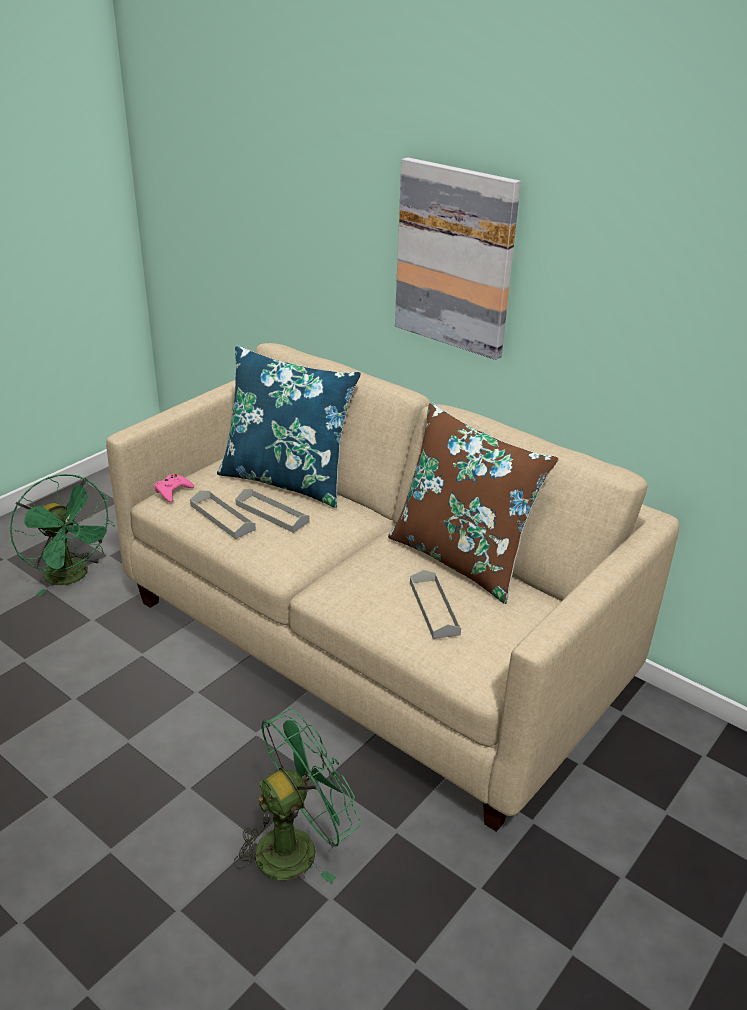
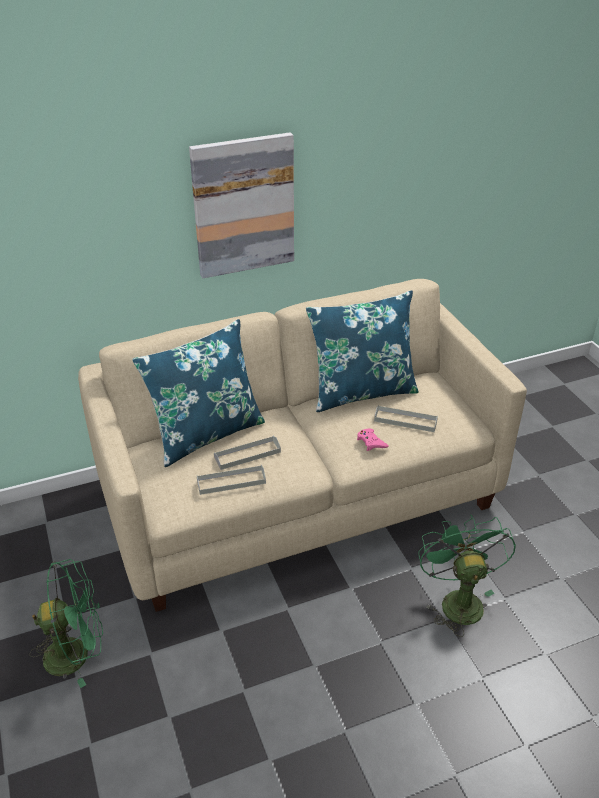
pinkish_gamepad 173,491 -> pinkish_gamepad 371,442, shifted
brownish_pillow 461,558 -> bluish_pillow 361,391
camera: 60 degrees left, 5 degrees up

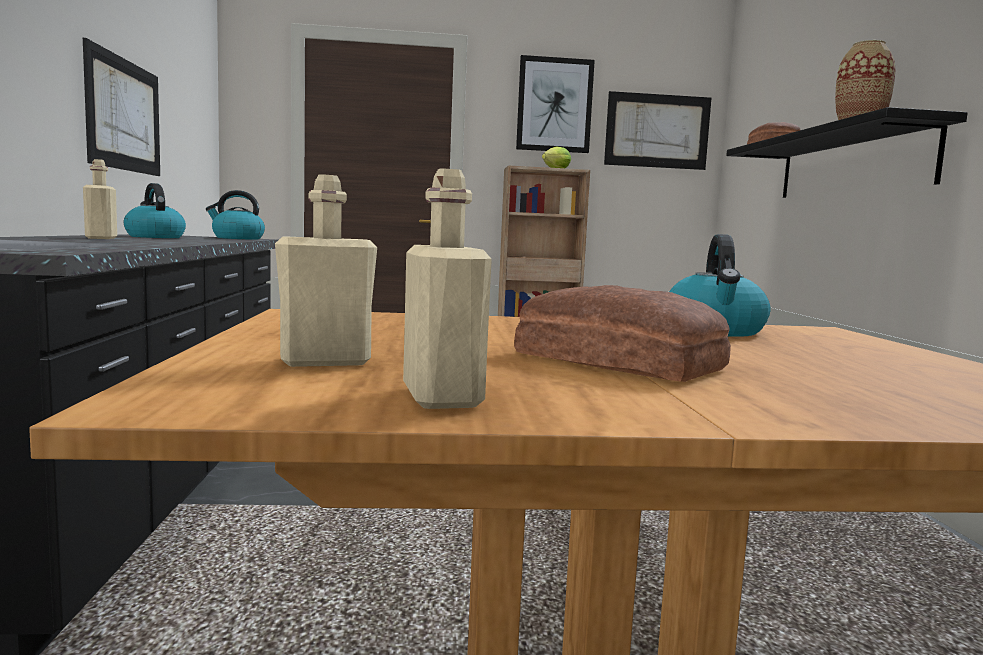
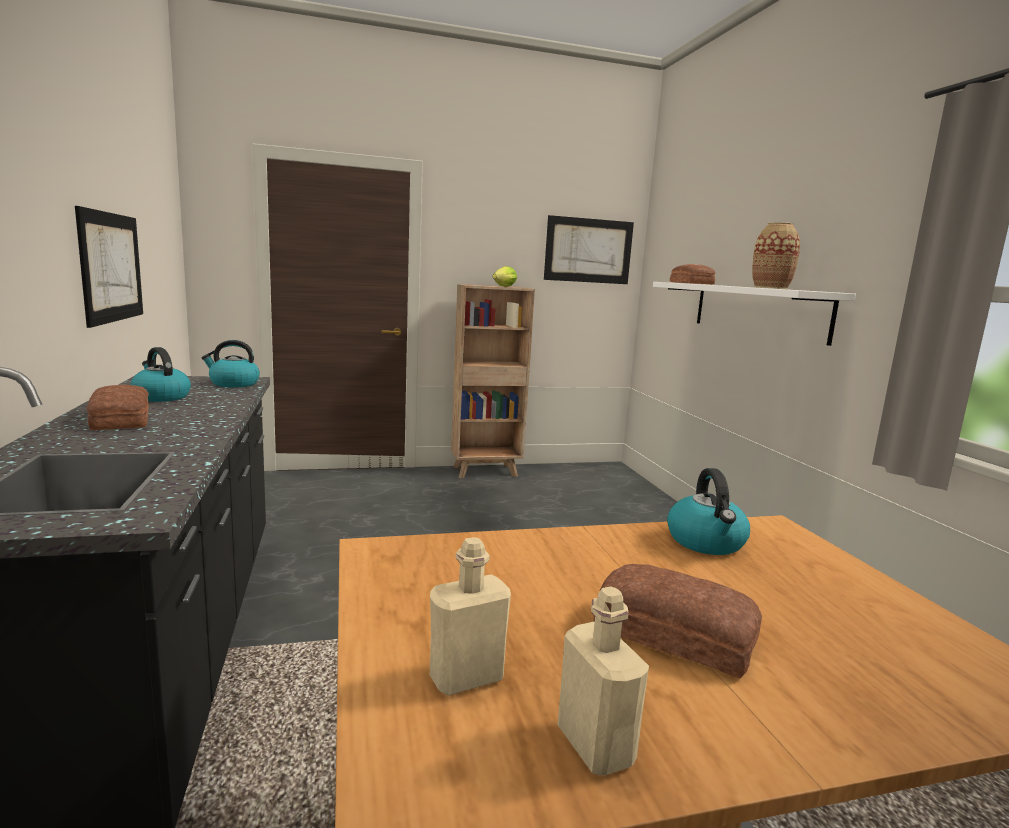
beige-coloured_bottle 101,238 -> baked_bread 123,419
picture 554,105 -> none
black_bracket_shelf 851,164 -> white-coloured_bracket_shelf 757,310
camera: 10 degrees left, 5 degrees up

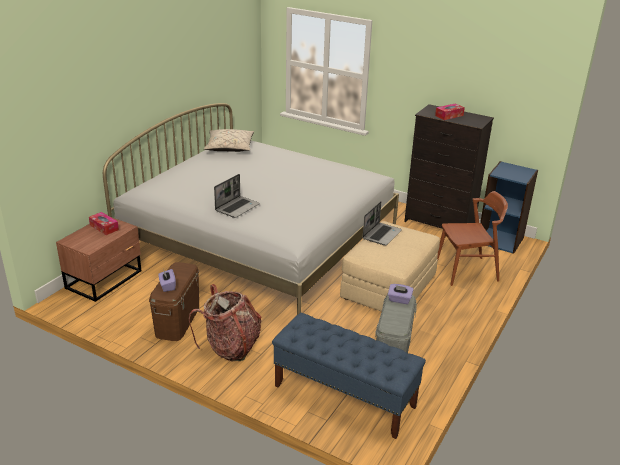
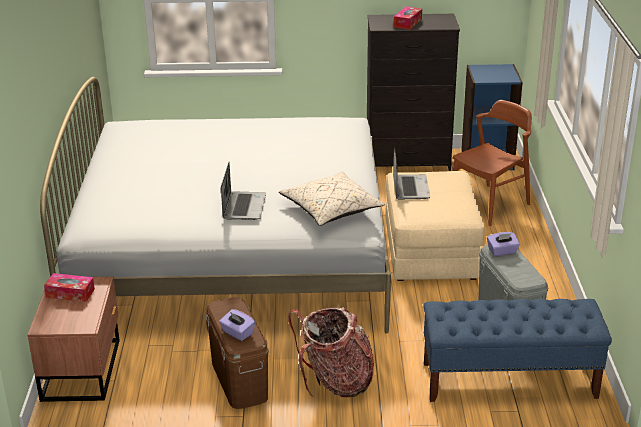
beige-coloured_pillow 229,147 -> beige-coloured_pillow 331,209, shifted
camera: 30 degrees left, 0 degrees up

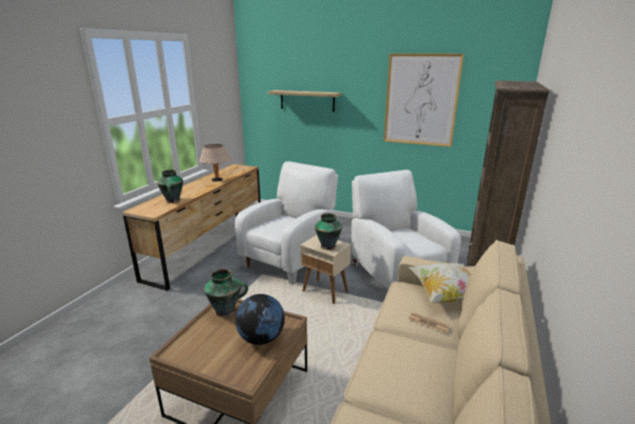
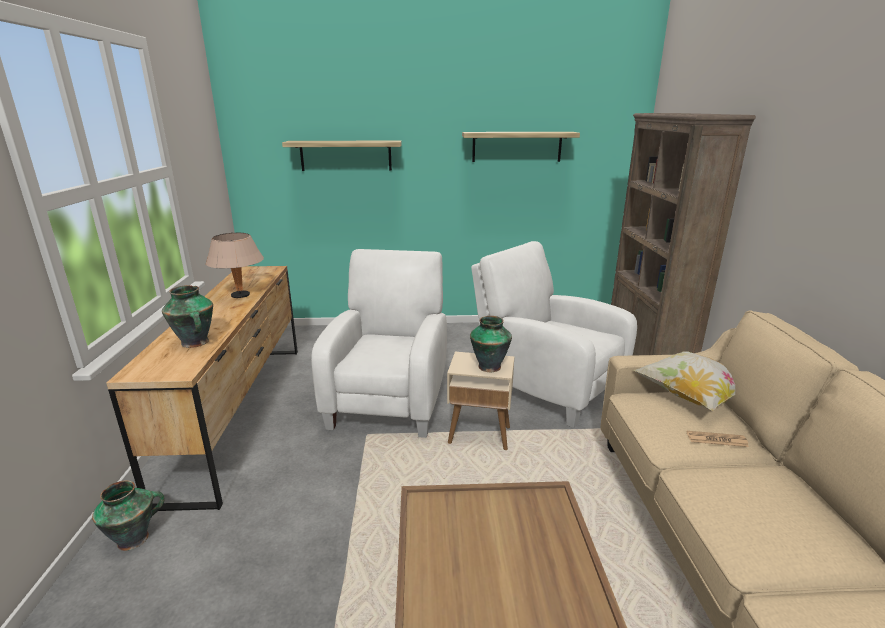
flower_vase 226,311 -> flower_vase 135,538, shifted
desk_globe 261,338 -> none
picture 421,100 -> bracket_shelf 517,146
camera: 25 degrees left, 0 degrees up

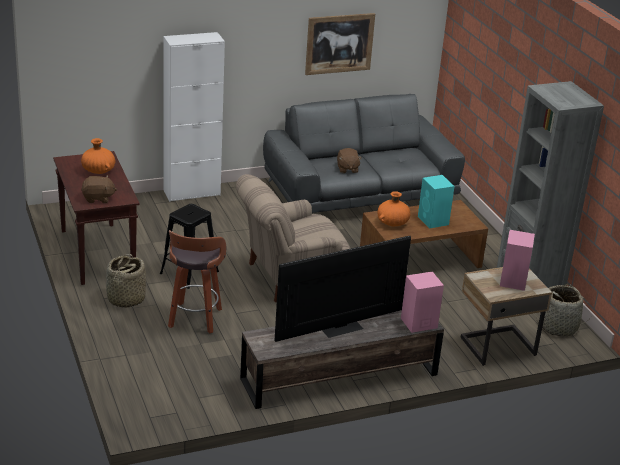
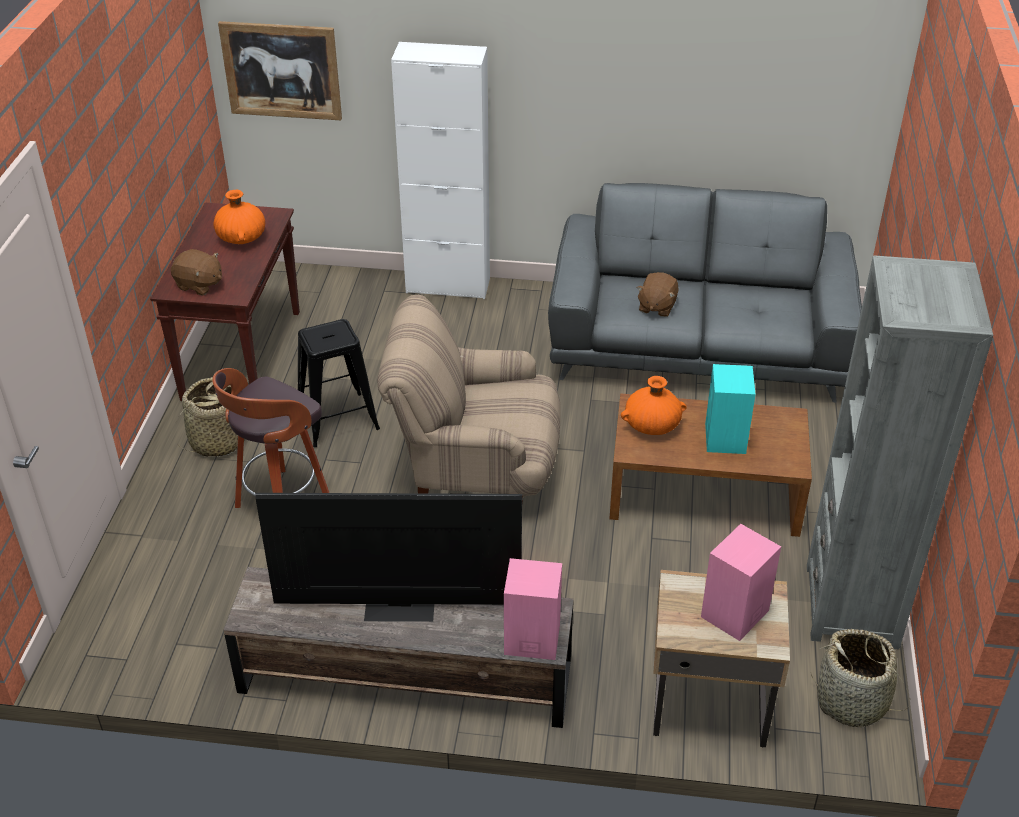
picture 339,43 -> picture 281,70, shifted
camera: 30 degrees right, 10 degrees up

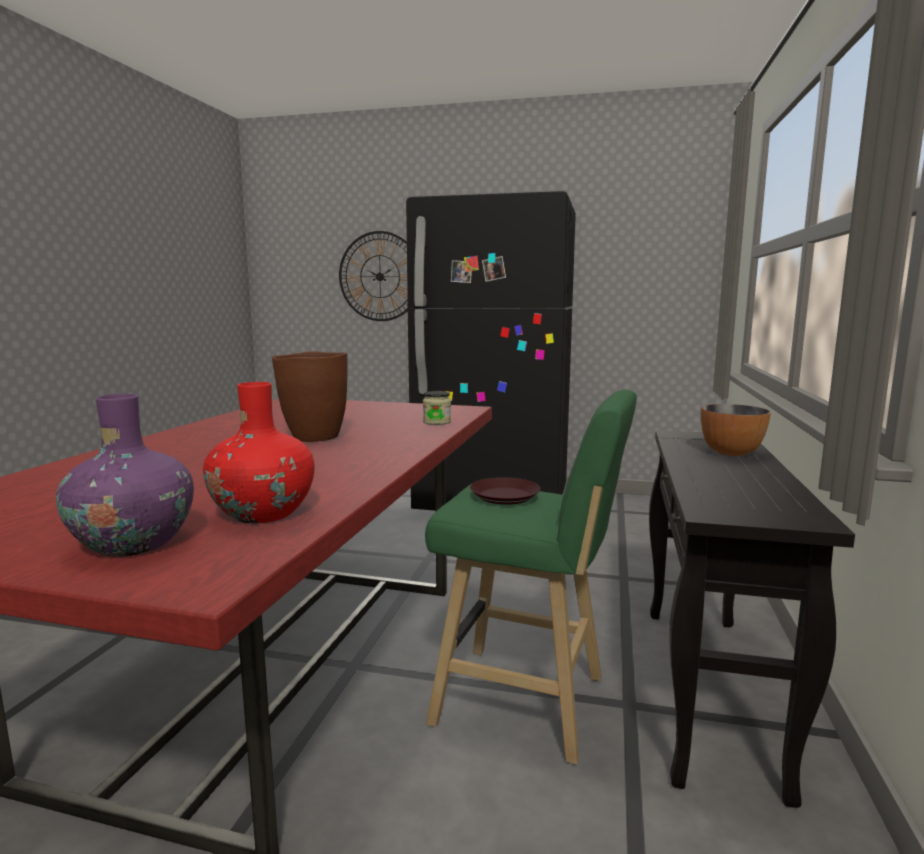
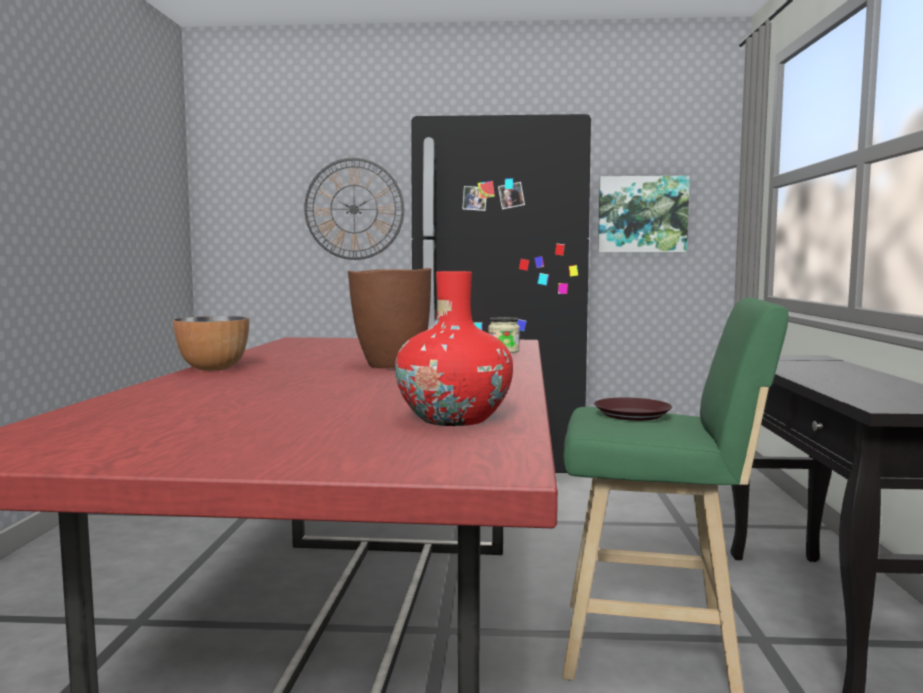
purple_flower_vase 134,543 -> none
bowl 730,453 -> bowl 213,368, shifted
none -> picture 642,214
camera: 10 degrees left, 5 degrees down

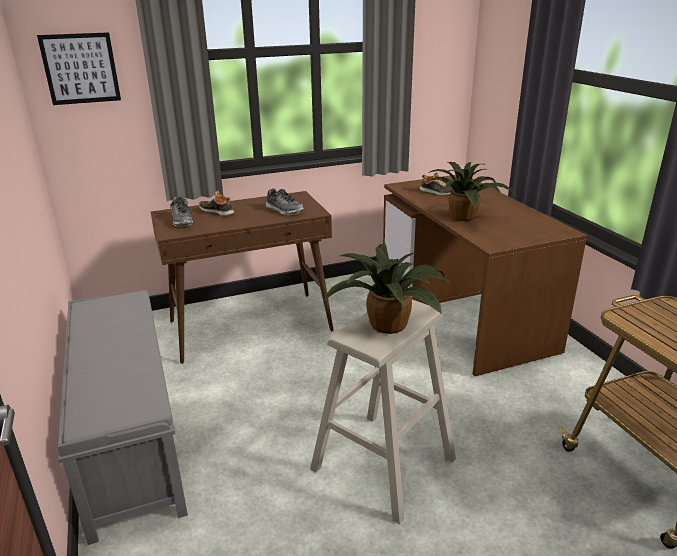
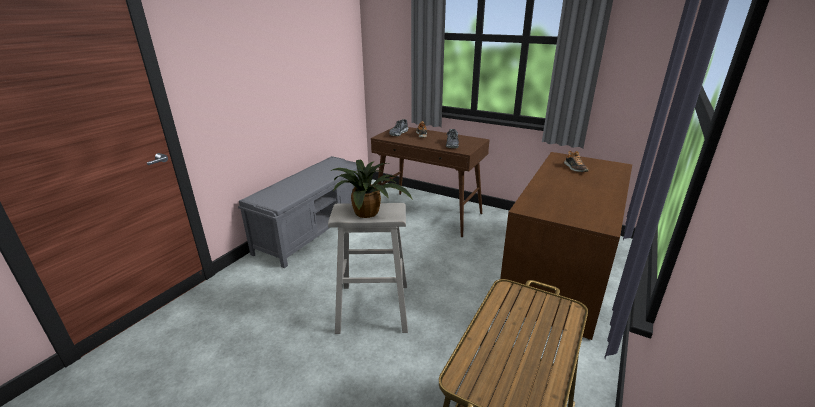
picture 80,68 -> none
potted_plant 465,216 -> none
camera: 50 degrees right, 0 degrees up

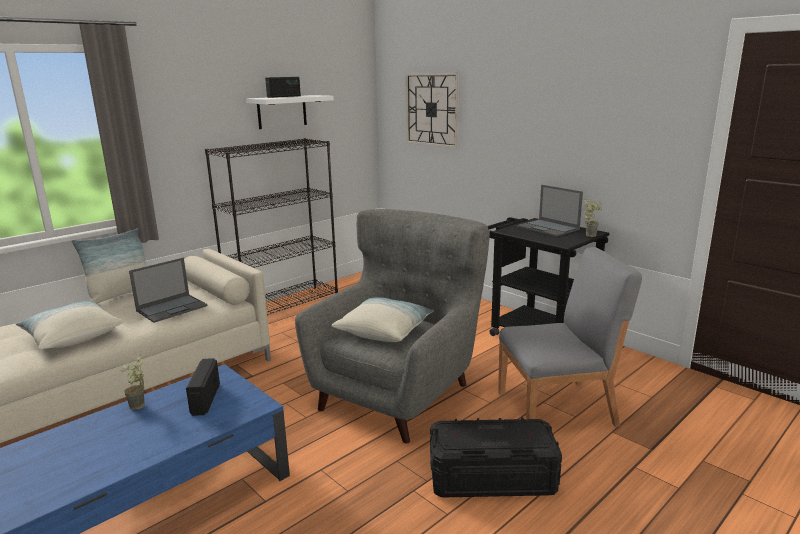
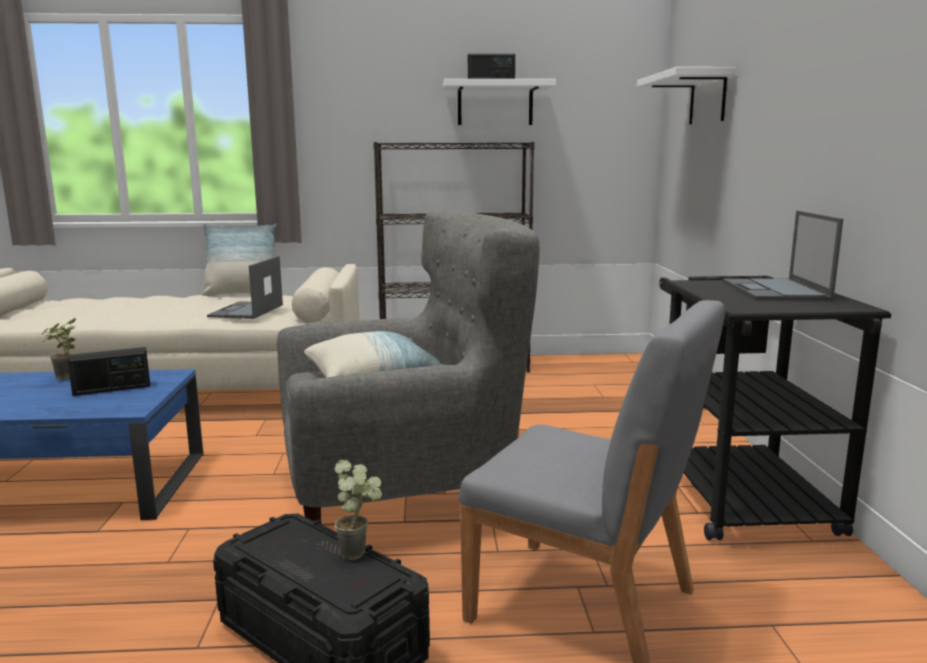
pillow 72,337 -> none
portable_computer 172,308 -> portable_computer 246,311, 105 degrees clockwise
radio_receiver 205,399 -> radio_receiver 112,389, 150 degrees counterclockwise
wall_clock 432,109 -> white-coloured_bracket_shelf 707,98
potted_plant 591,235 -> potted_plant 360,552, shifted
camera: 40 degrees right, 5 degrees down

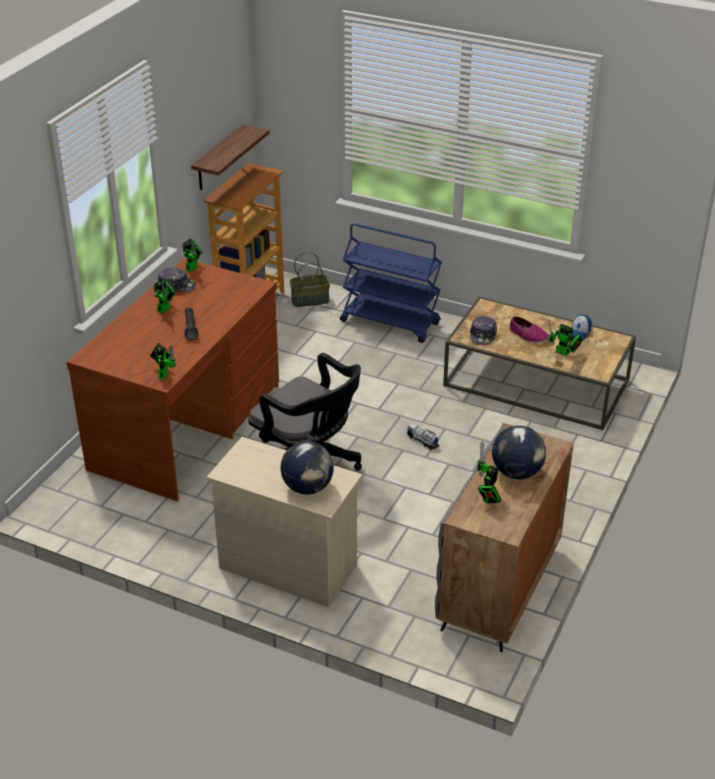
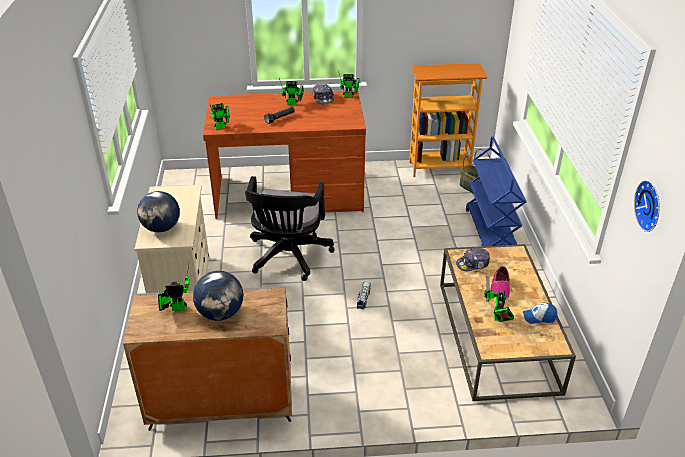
bracket_shelf 218,159 -> none
none -> wall_clock 650,205
camera: 60 degrees right, 0 degrees up

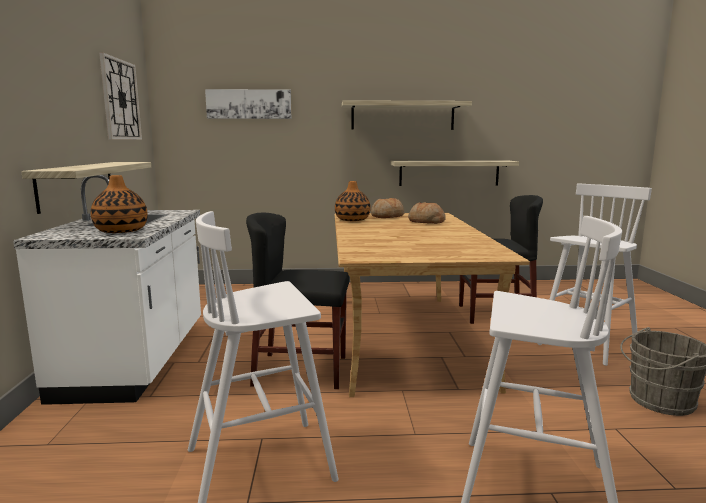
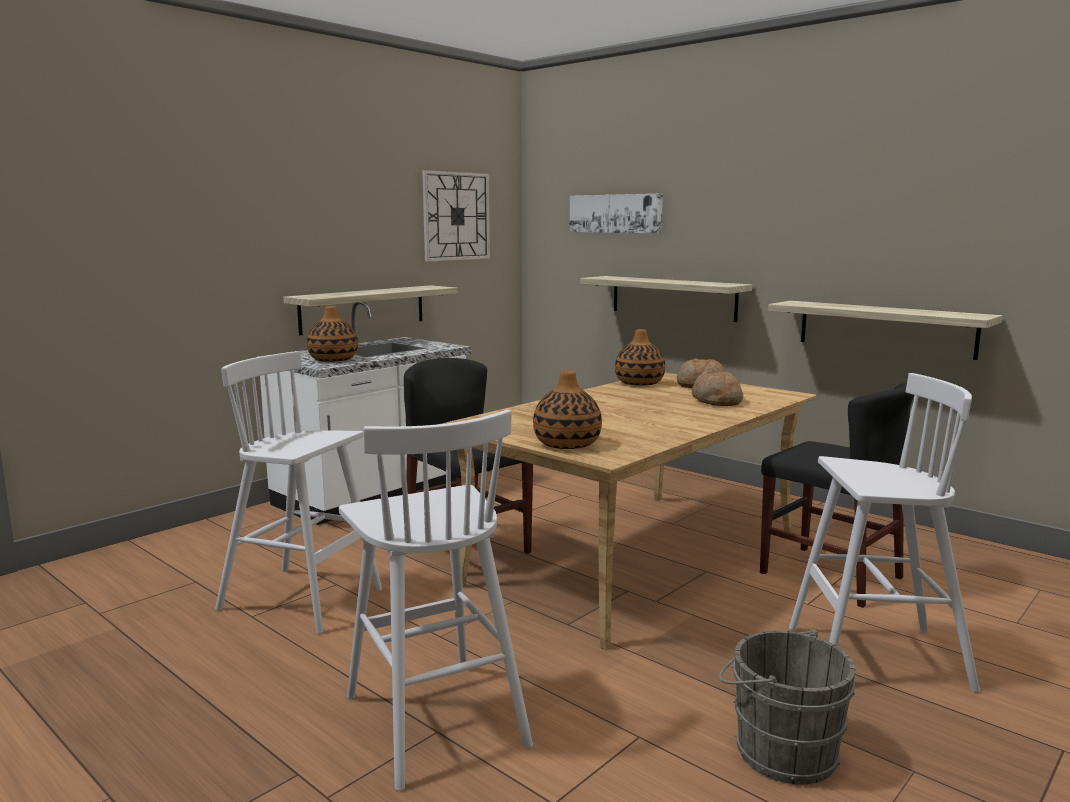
bracket_shelf 402,116 -> bracket_shelf 673,298, shifted
none -> flower_vase 567,444
camera: 45 degrees right, 0 degrees up

